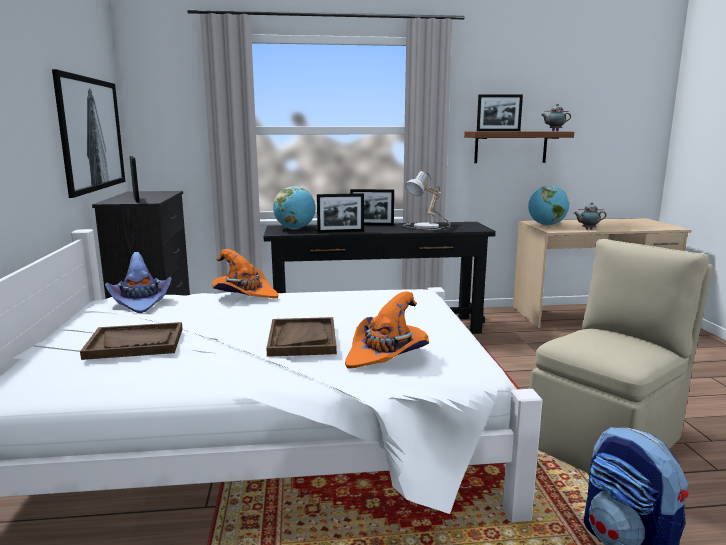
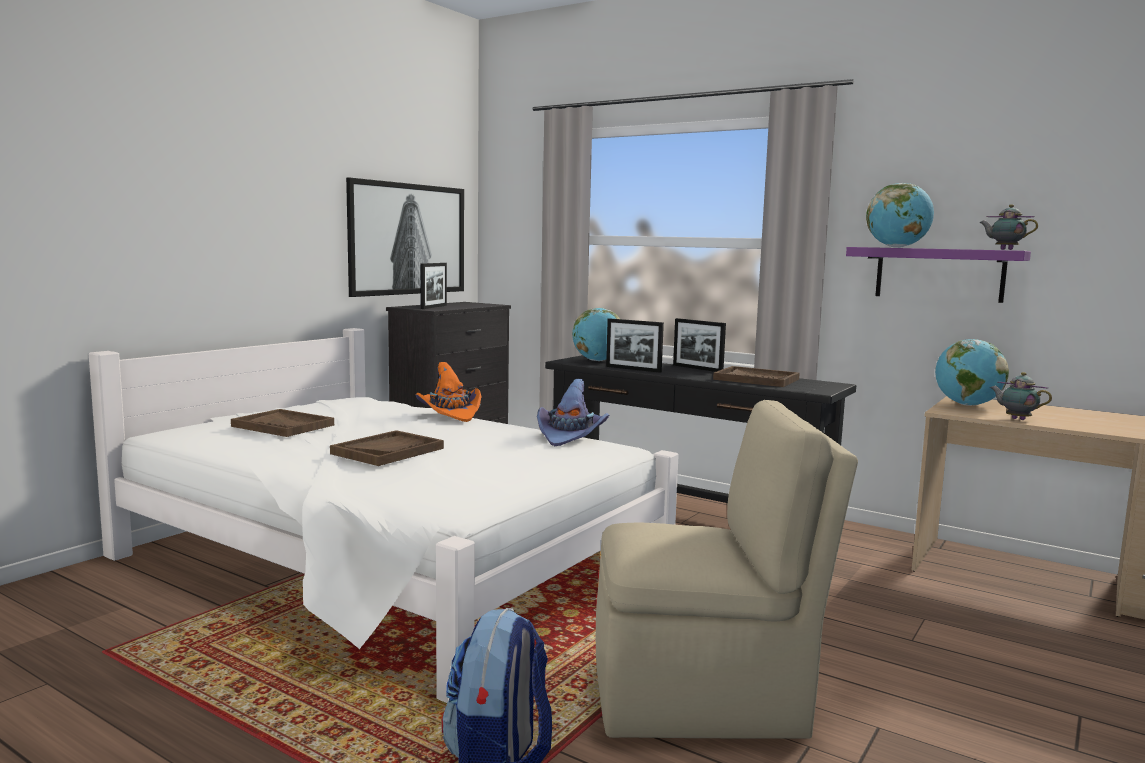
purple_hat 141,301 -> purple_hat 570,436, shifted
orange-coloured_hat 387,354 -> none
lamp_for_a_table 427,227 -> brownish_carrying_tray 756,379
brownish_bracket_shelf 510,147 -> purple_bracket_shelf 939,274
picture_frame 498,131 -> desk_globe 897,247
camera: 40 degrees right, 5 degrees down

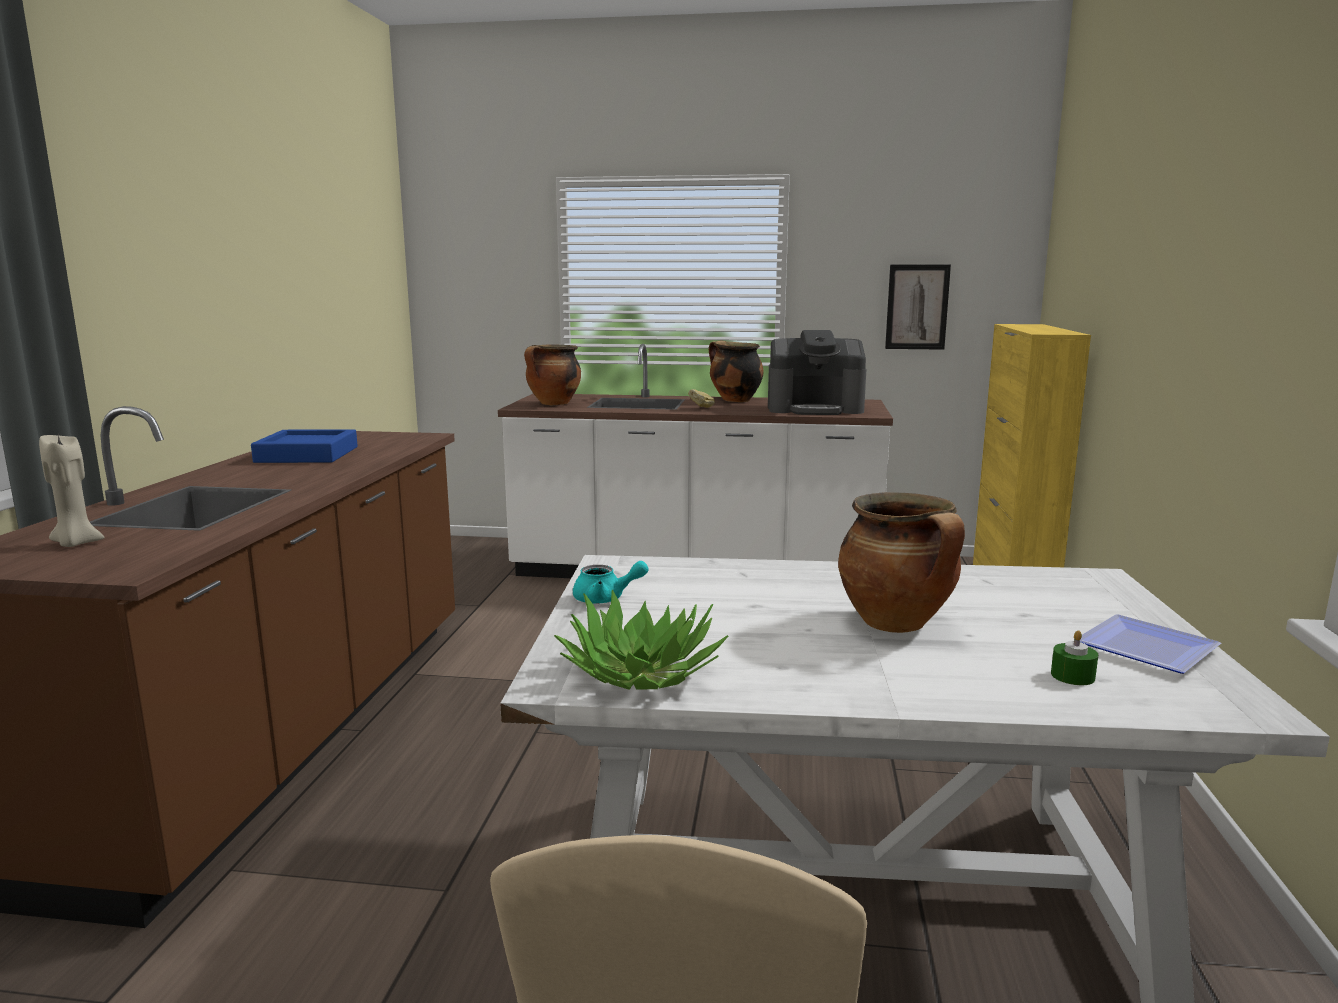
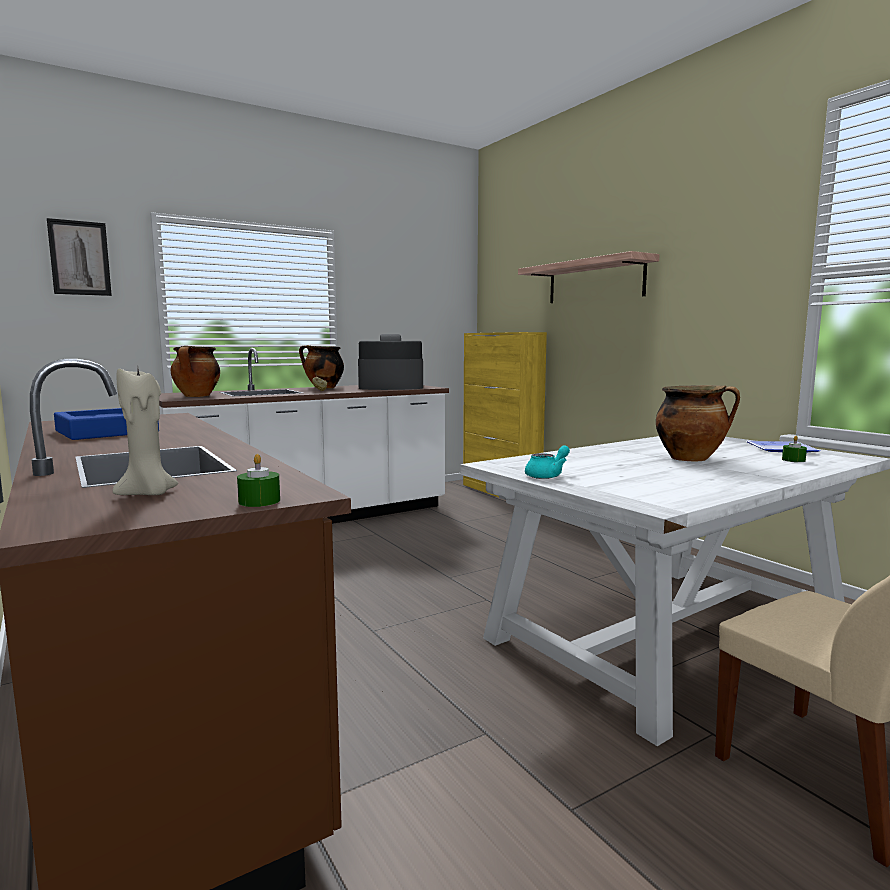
potted_plant 642,671 -> none
coffee_machine 815,409 -> coffee_machine 390,387, 150 degrees counterclockwise
picture 917,307 -> picture 80,258, shifted
none -> greenish_wax_candle 259,501
none -> bracket_shelf 595,281
camera: 40 degrees left, 5 degrees down

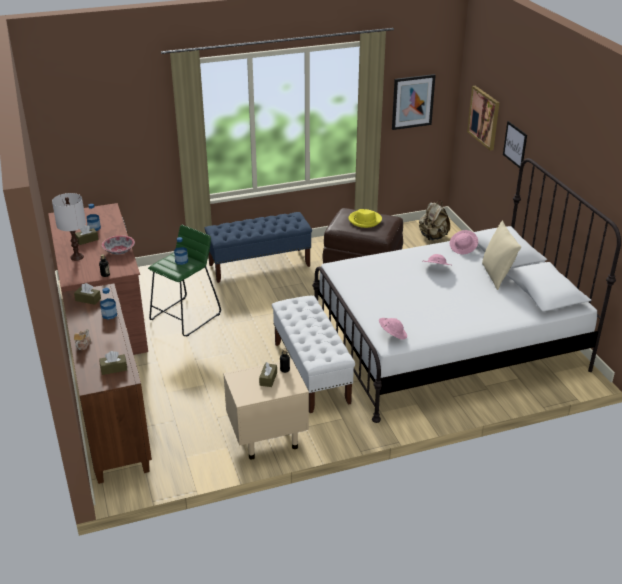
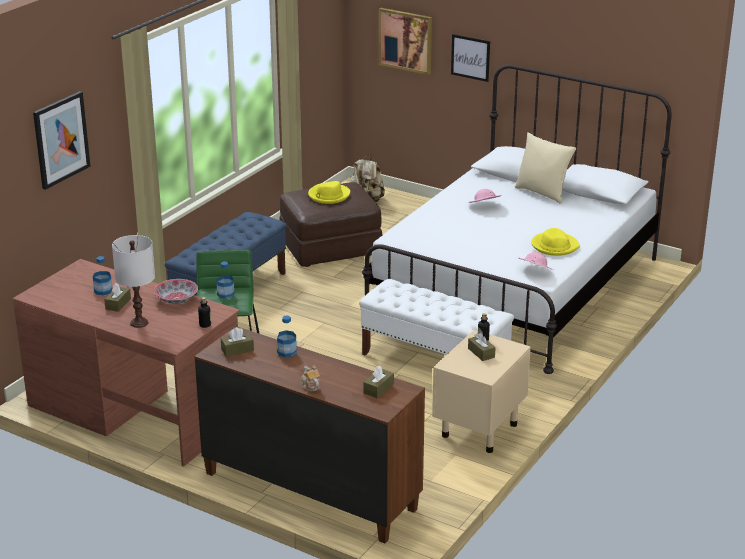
picture 412,101 -> picture 61,139, shifted
pinkish_hat 463,248 -> none
none -> yellow-coloured_hat 554,246
camera: 40 degrees left, 5 degrees down

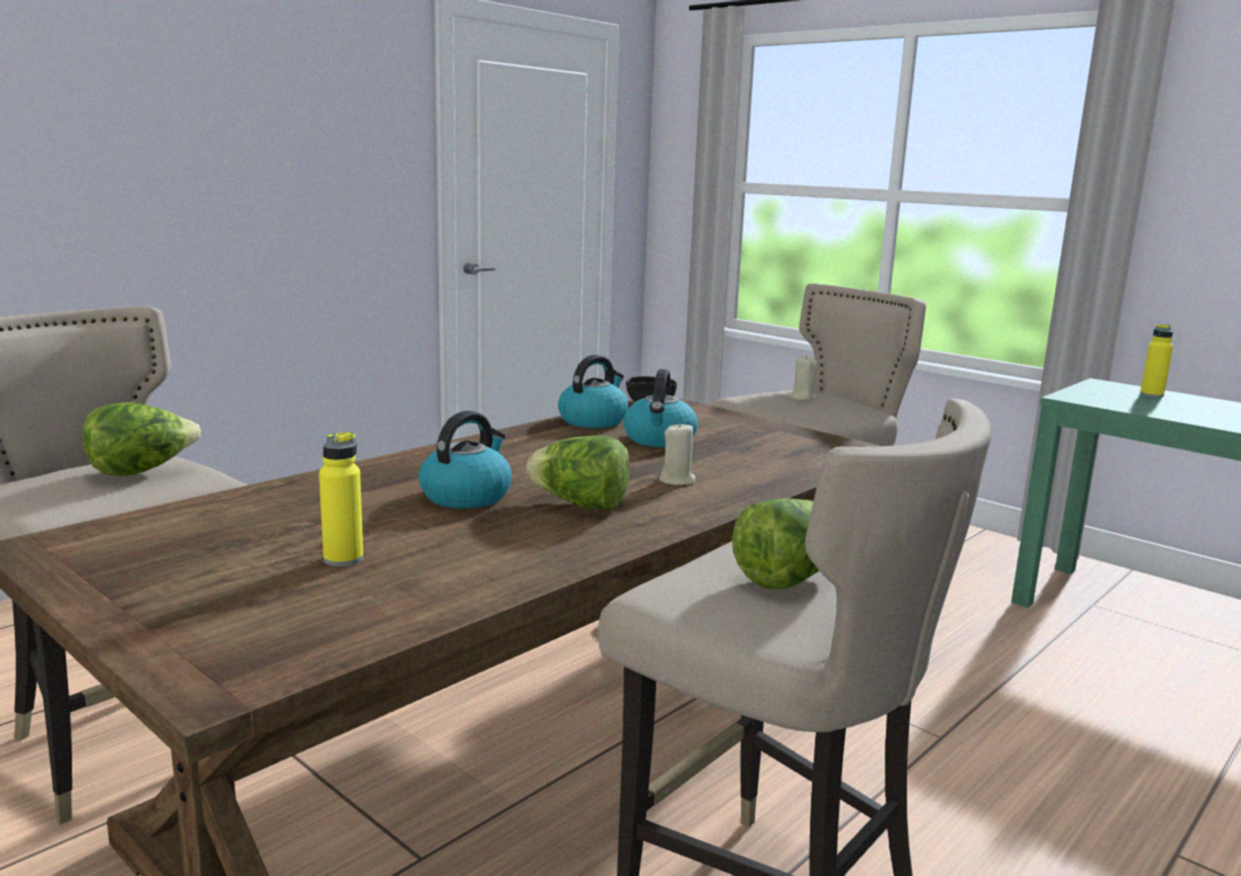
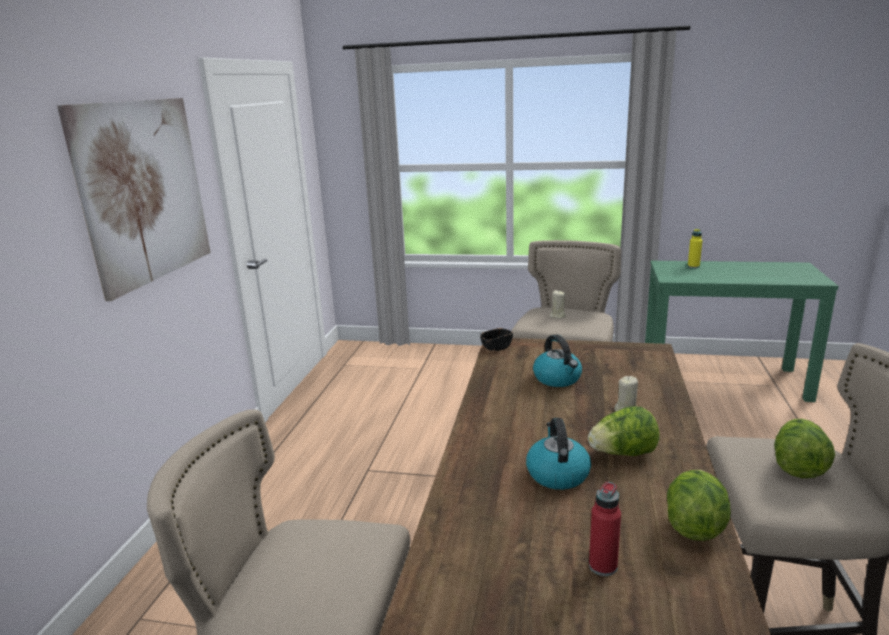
lettuce 142,471 -> lettuce 694,524, shifted
yellow-coloured_bottle 343,559 -> red_bottle 603,566
kettle 593,420 -> none
none -> picture 144,191
camera: 30 degrees left, 5 degrees up

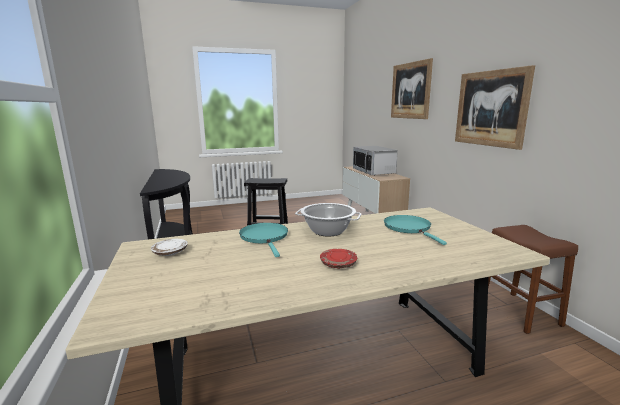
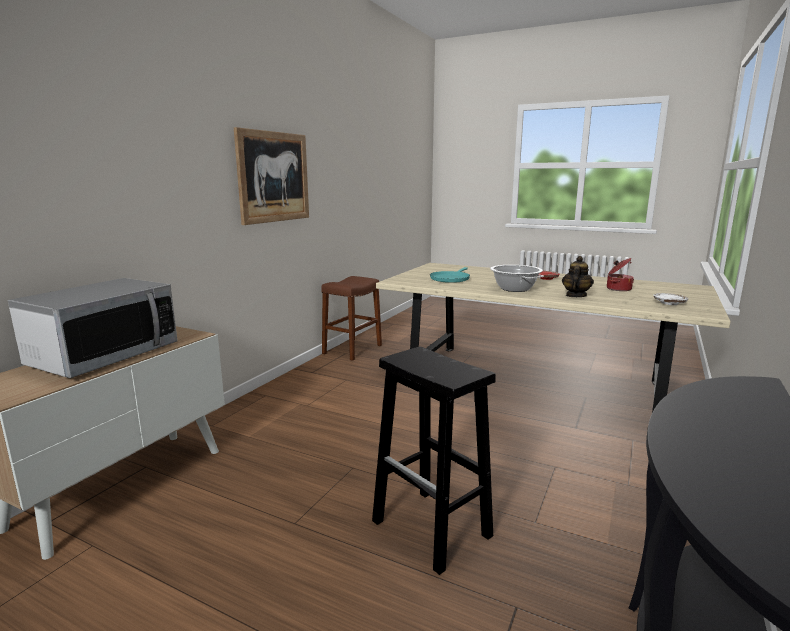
blue-green_skillet 265,237 -> tea_pot 575,296
picture 410,91 -> none
none -> stockpot 618,289
camera: 135 degrees left, 0 degrees up

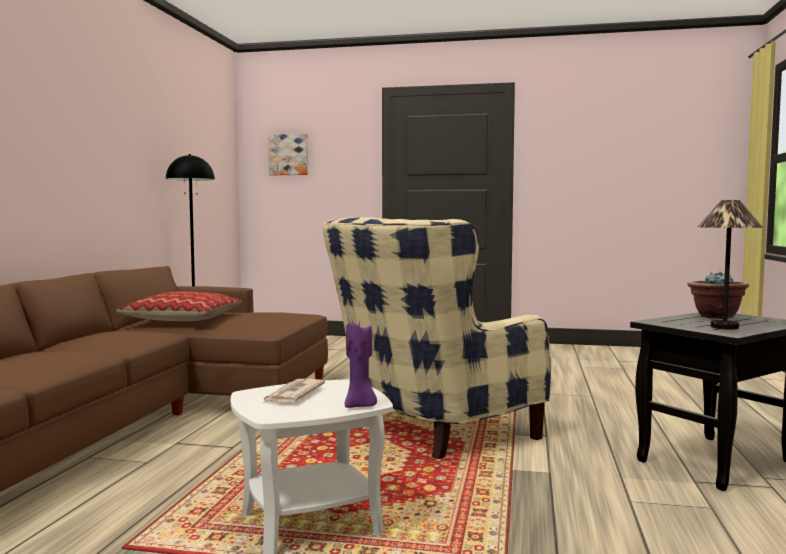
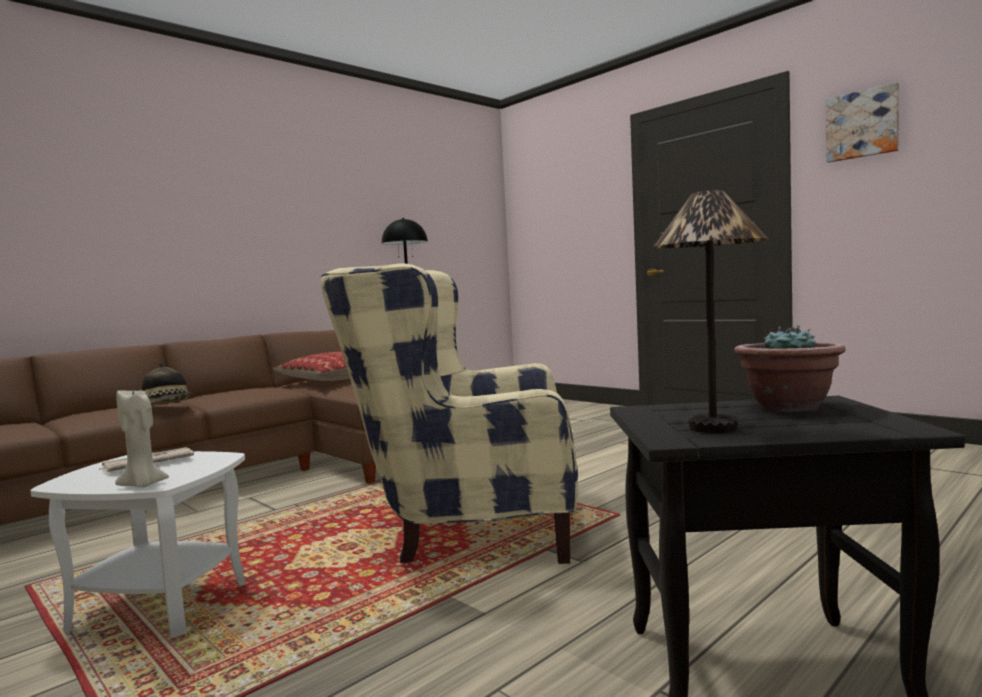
picture 289,155 -> picture 862,124, shifted
purple_wax_candle 360,406 -> beige-coloured_wax_candle 142,485
none -> hat 167,406
camera: 35 degrees right, 0 degrees up

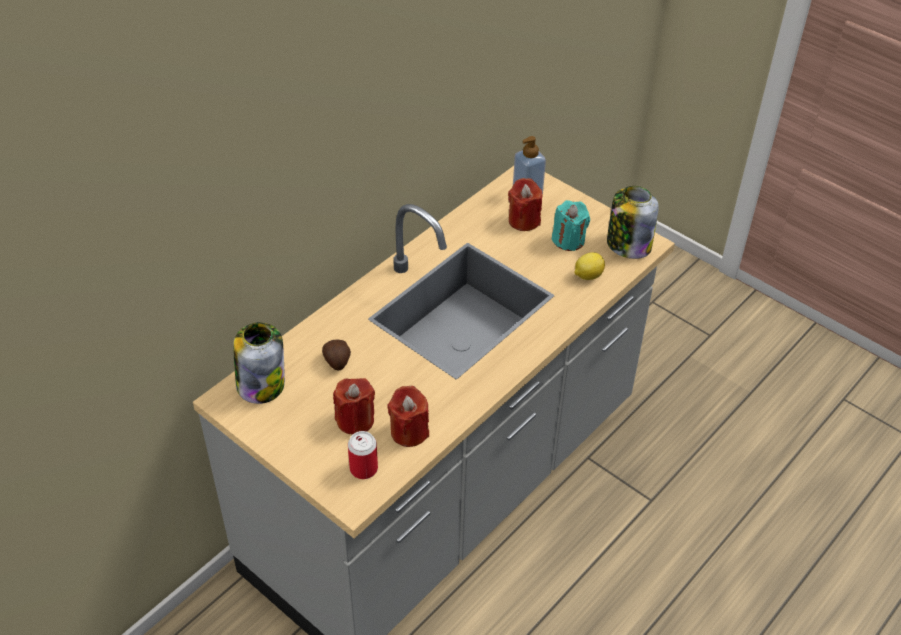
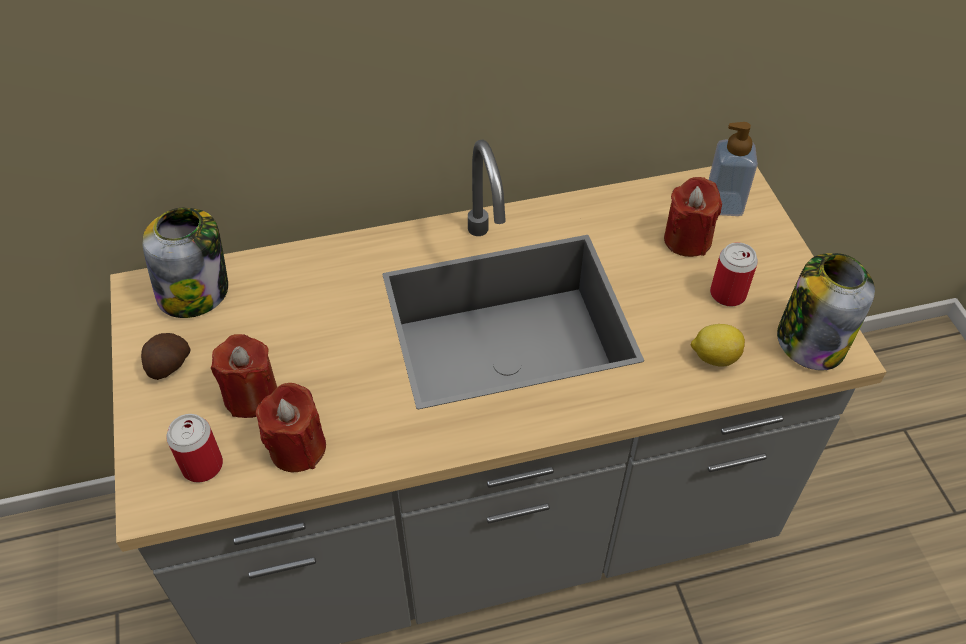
whole_potato 337,362 -> whole_potato 168,366, shifted
blue-green_wax_candle 568,240 -> metal_can 727,294
camera: 35 degrees right, 5 degrees up

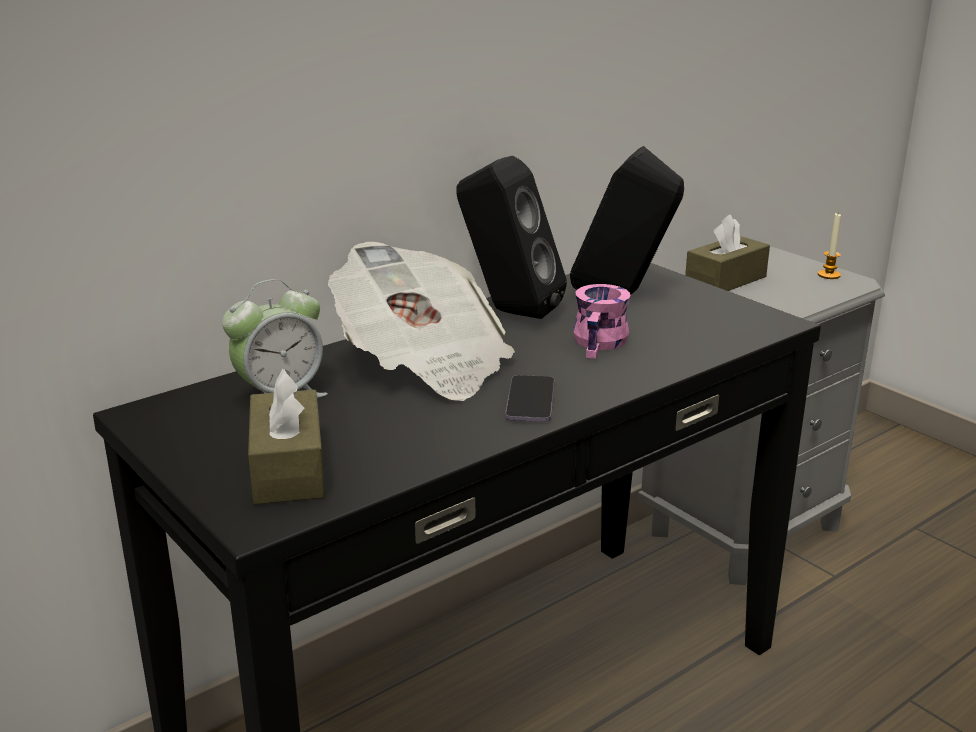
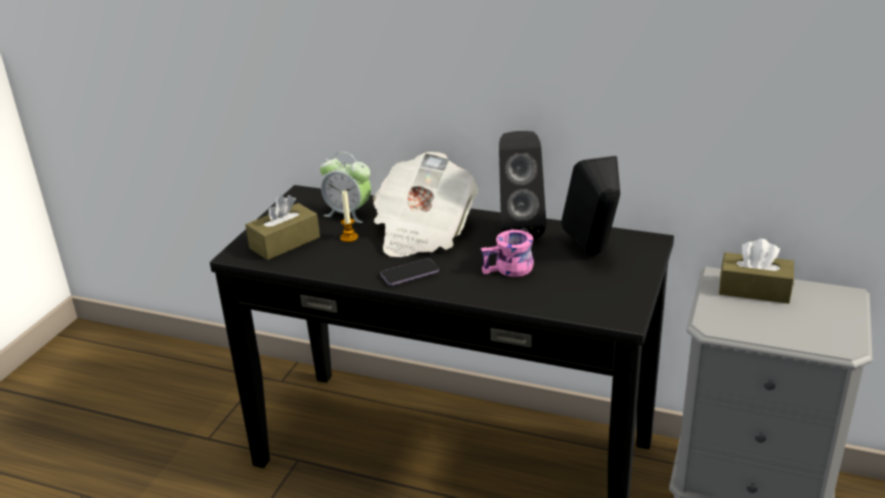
wax_candle 829,275 -> wax_candle 349,237, shifted
camera: 60 degrees right, 5 degrees up

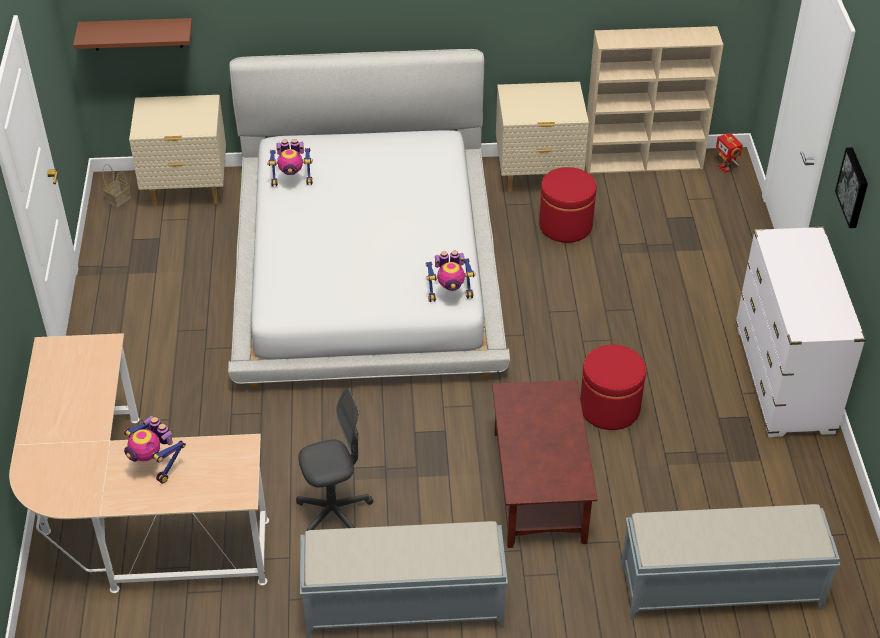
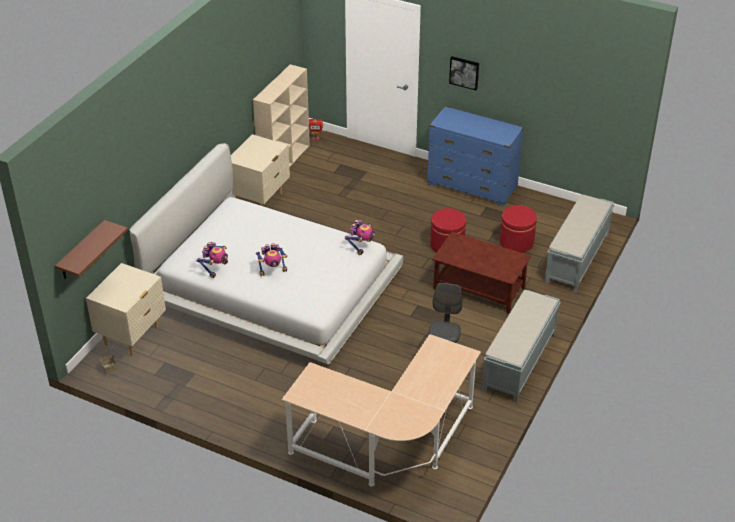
robot_figure 155,464 -> robot_figure 272,270, shifted
red_ottoman 565,225 -> red_ottoman 516,242, shifted
white-coloured_drawer_chest 784,379 -> bluish_drawer_chest 472,186
camera: 60 degrees left, 5 degrees down

